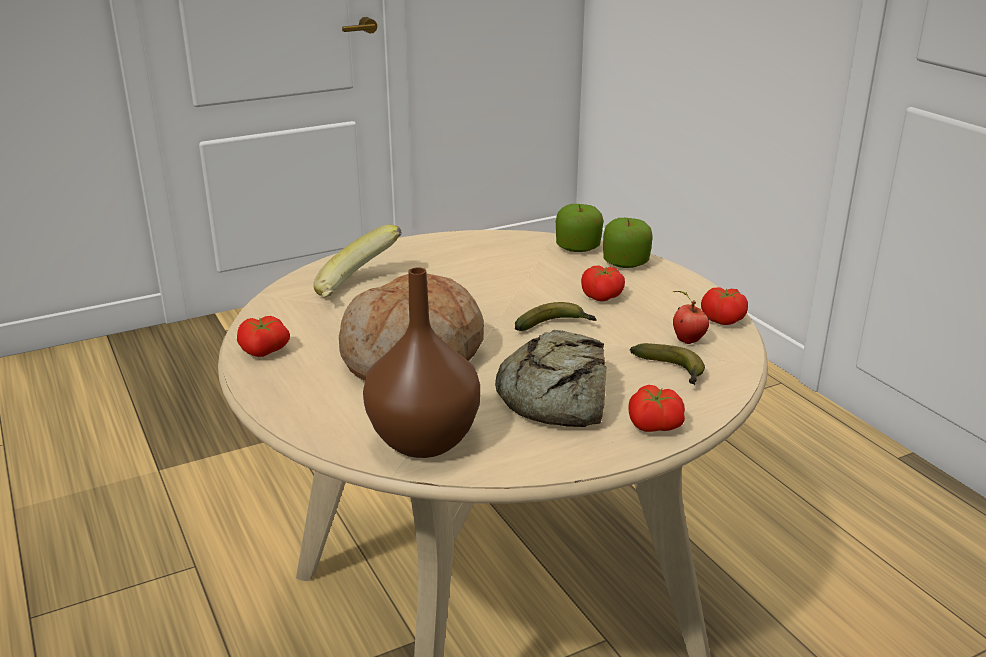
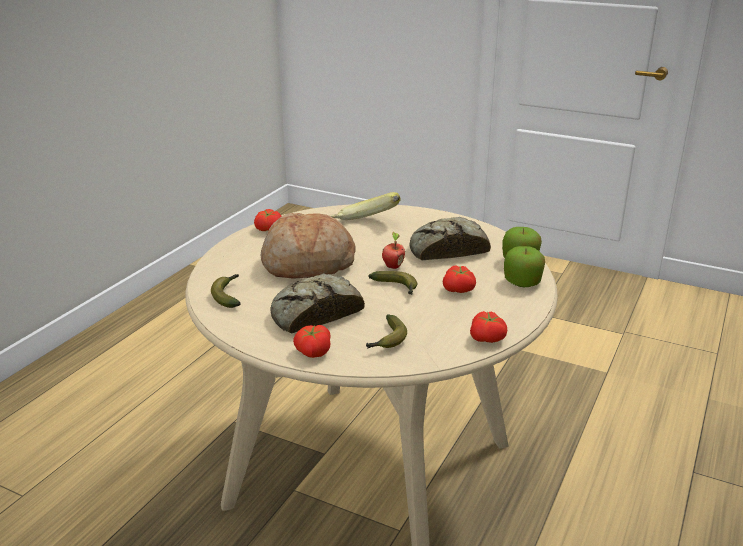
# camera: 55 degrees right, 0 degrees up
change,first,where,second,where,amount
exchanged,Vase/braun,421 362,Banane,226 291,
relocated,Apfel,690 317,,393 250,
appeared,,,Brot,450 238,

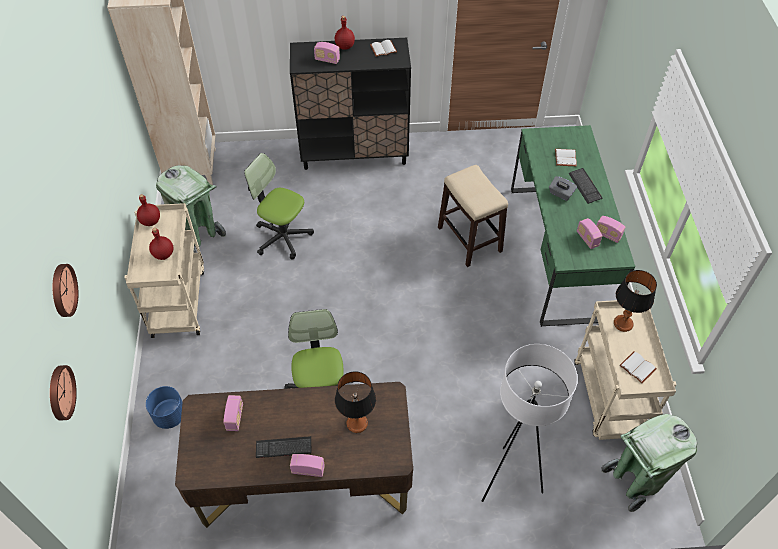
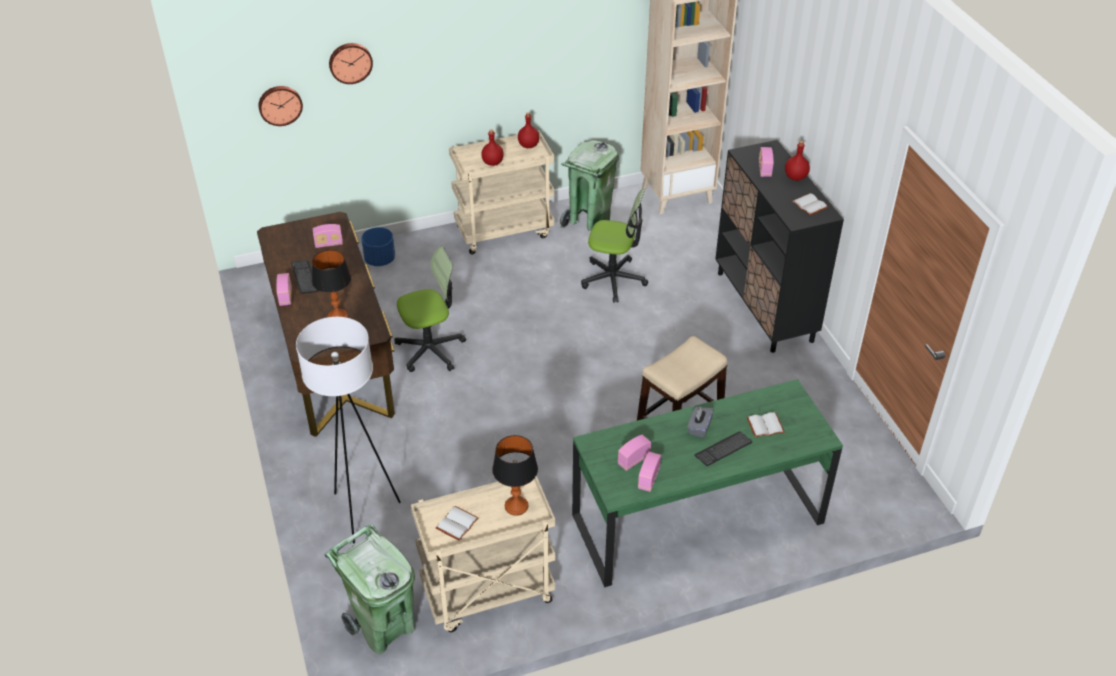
# camera: 75 degrees right, 10 degrees down
change,first,where,second,where,amount
spun,Bürostuhl,279 206,,614 245,90 degrees clockwise

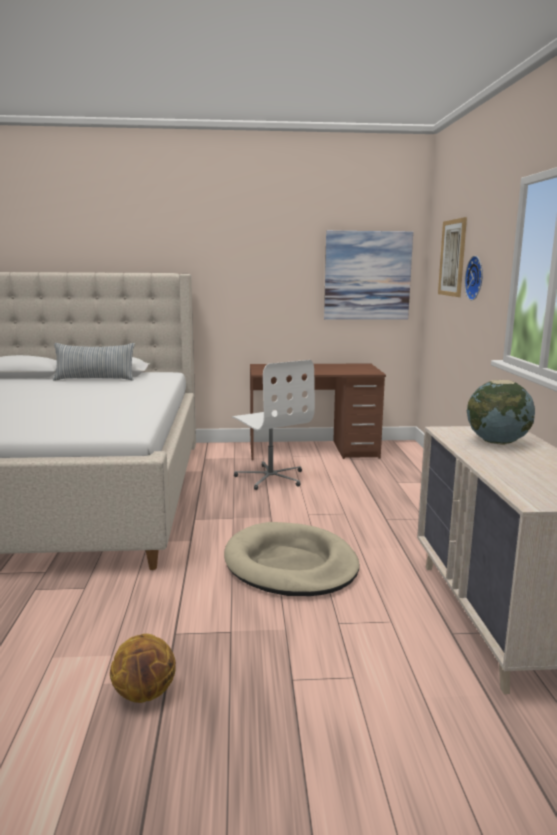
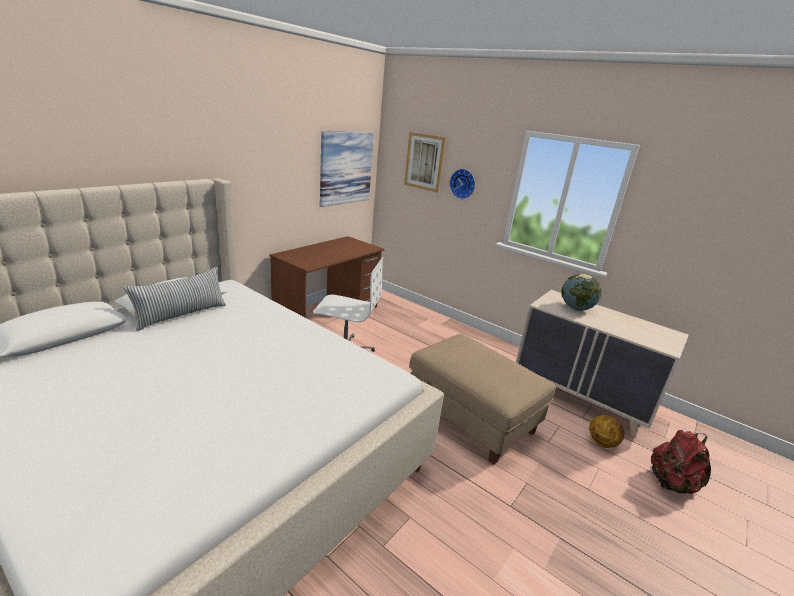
# camera: 50 degrees left, 10 degrees up
change,first,where,second,where,amount
exchanged,Hundebett/beige,291 559,Polsterhocker/beige,482 399,
relocated,Basketball,143 668,,606 431,
appeared,,,Rucksack/rot,681 461,

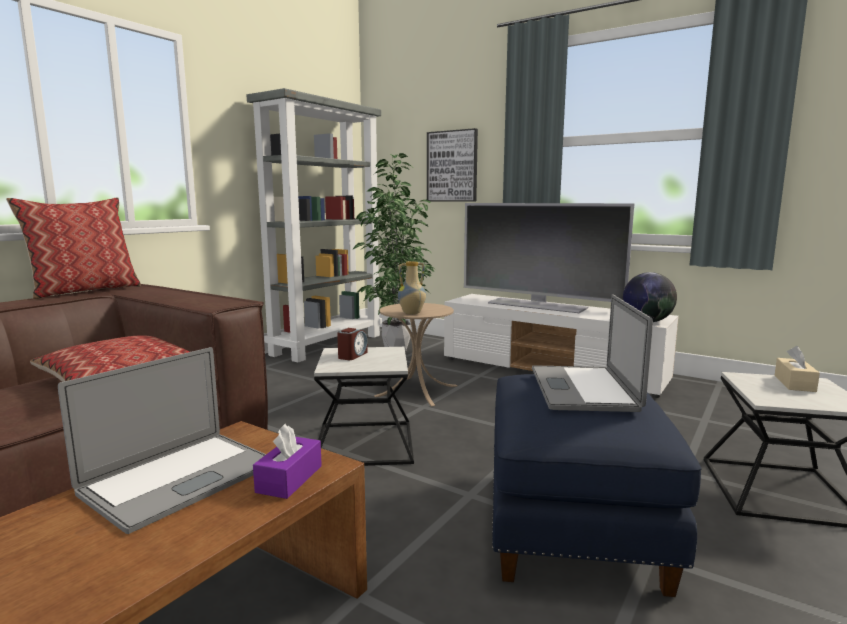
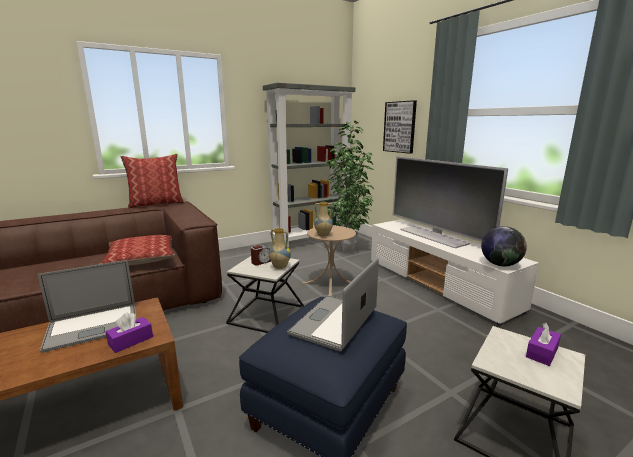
# camera: 25 degrees right, 5 degrees up
change,first,where,second,where,amount
colour,Taschentuchbox/beige,797 369,Taschentuchbox/lila,543 344,
appeared,,,Vase,280 248,

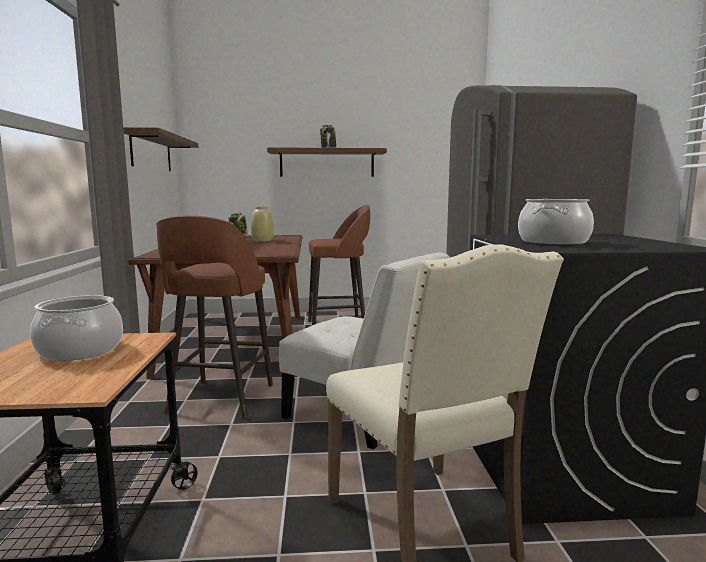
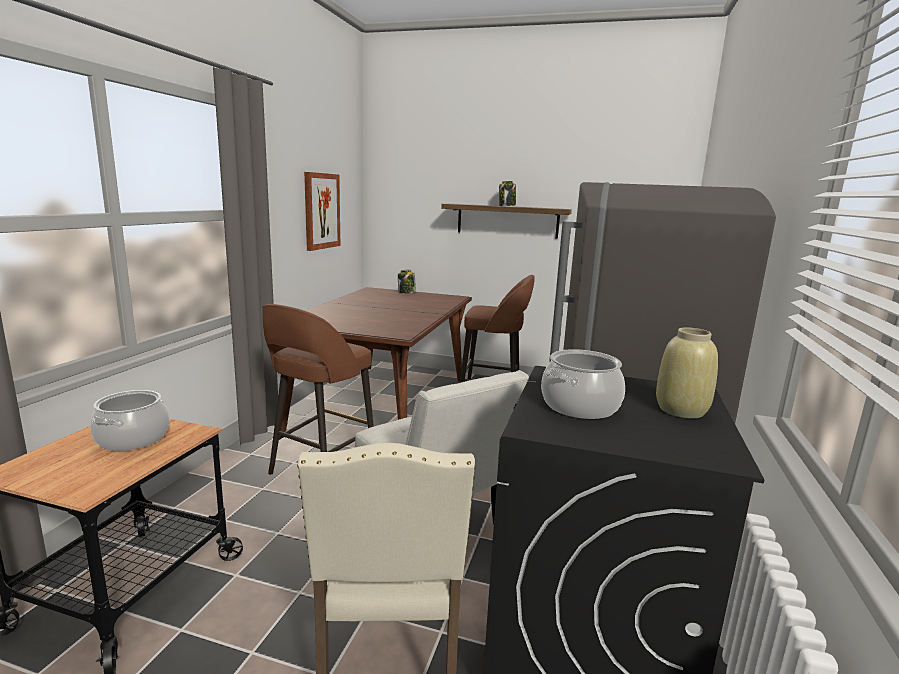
# camera: 20 degrees right, 5 degrees up
change,first,where,second,where,amount
exchanged,Wandregal,160 149,Bild,322 211,
relocated,Vase/beige,262 224,,687 372,

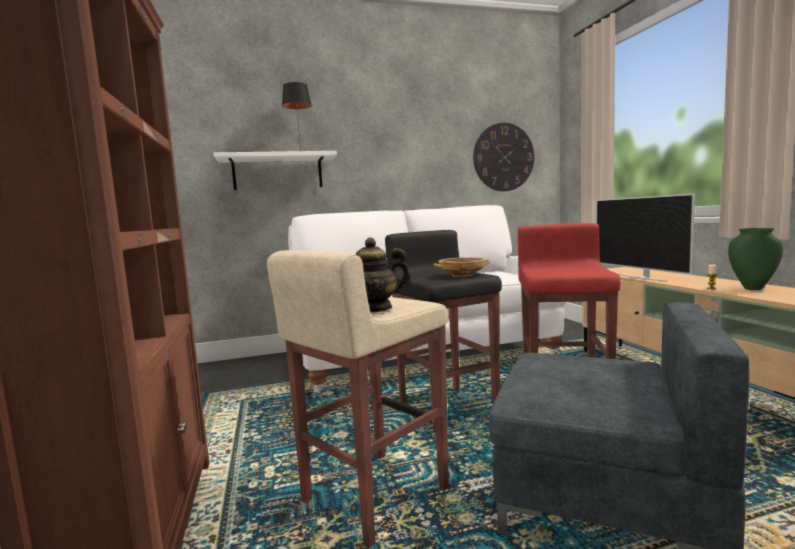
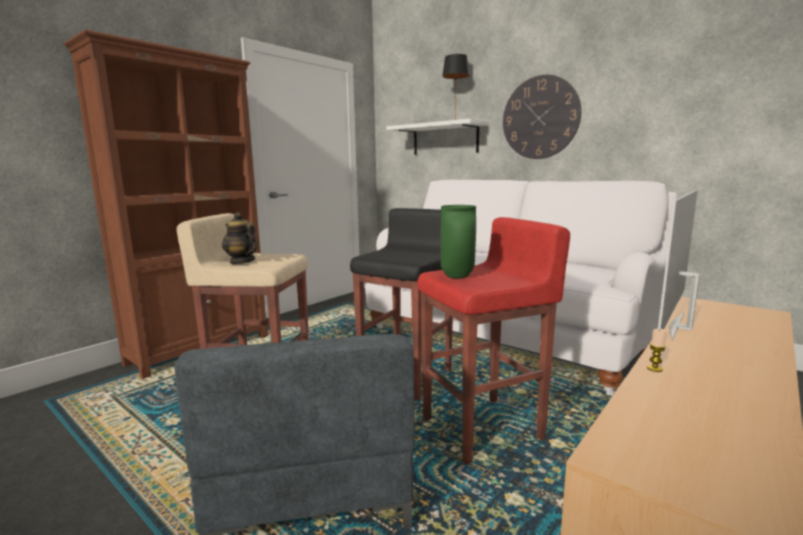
# camera: 55 degrees right, 5 degrees up
change,first,where,second,where,amount
relocated,Wanduhr,503 157,,542 117,
relocated,Vase/grün,755 259,,458 241,
missing,Schüssel/beige,462 267,,,

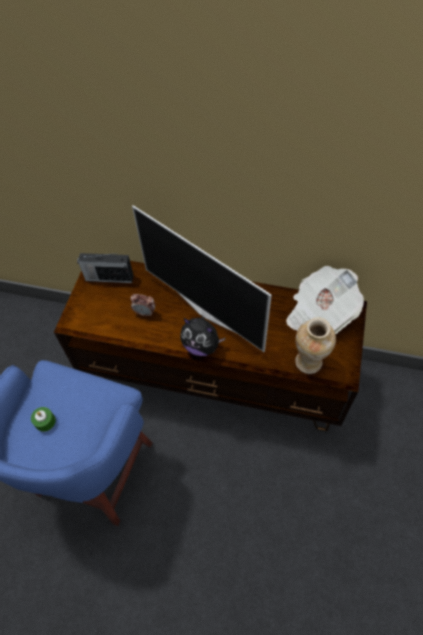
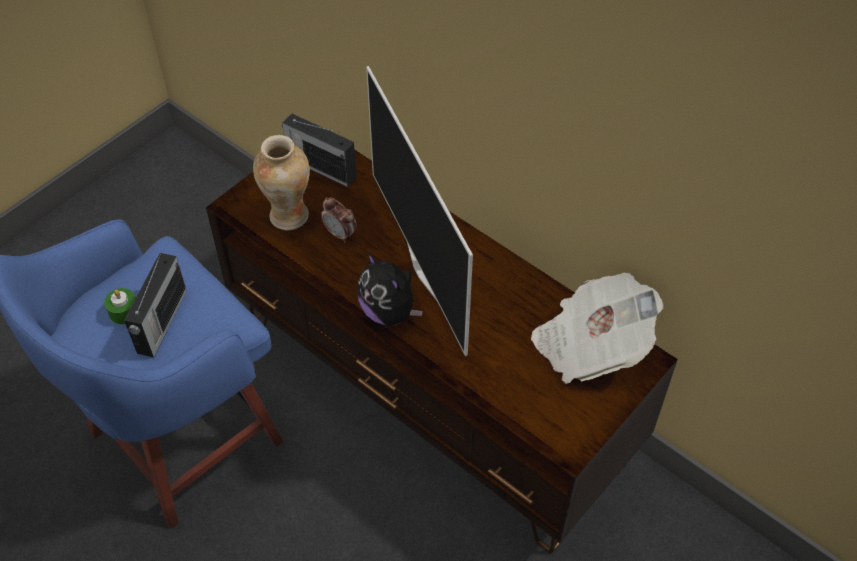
# camera: 25 degrees right, 5 degrees down
change,first,where,second,where,amount
relocated,Vase,315 345,,281 182,
appeared,,,Radio,155 305,

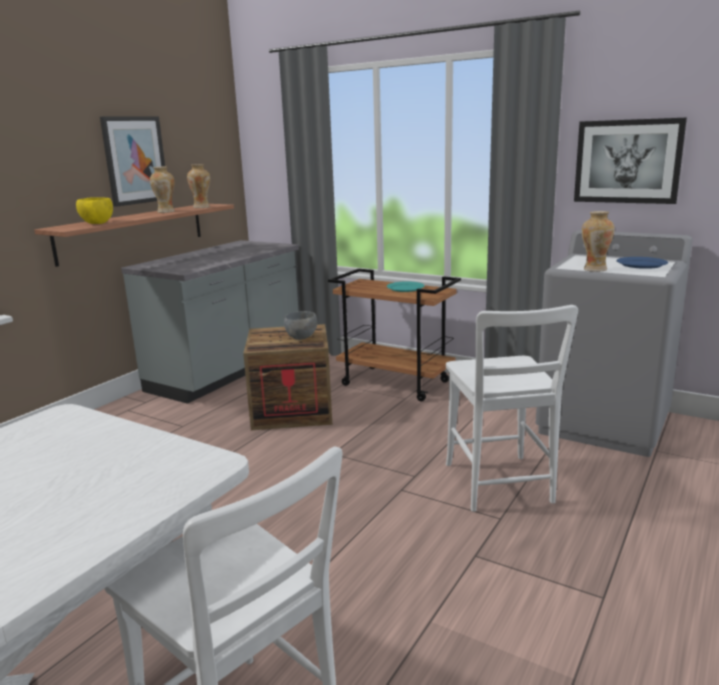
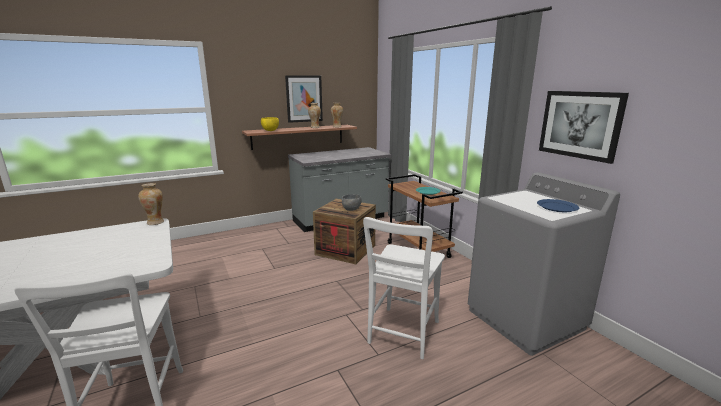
# camera: 30 degrees right, 0 degrees up
change,first,where,second,where,amount
relocated,Vase,598 241,,151 204,

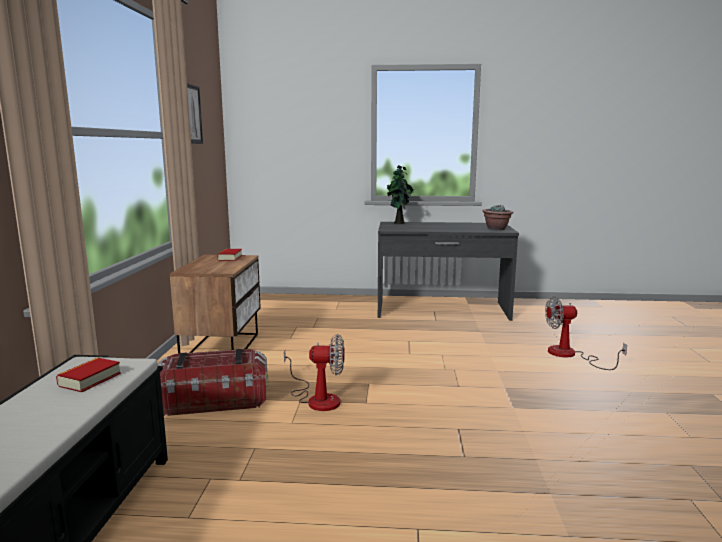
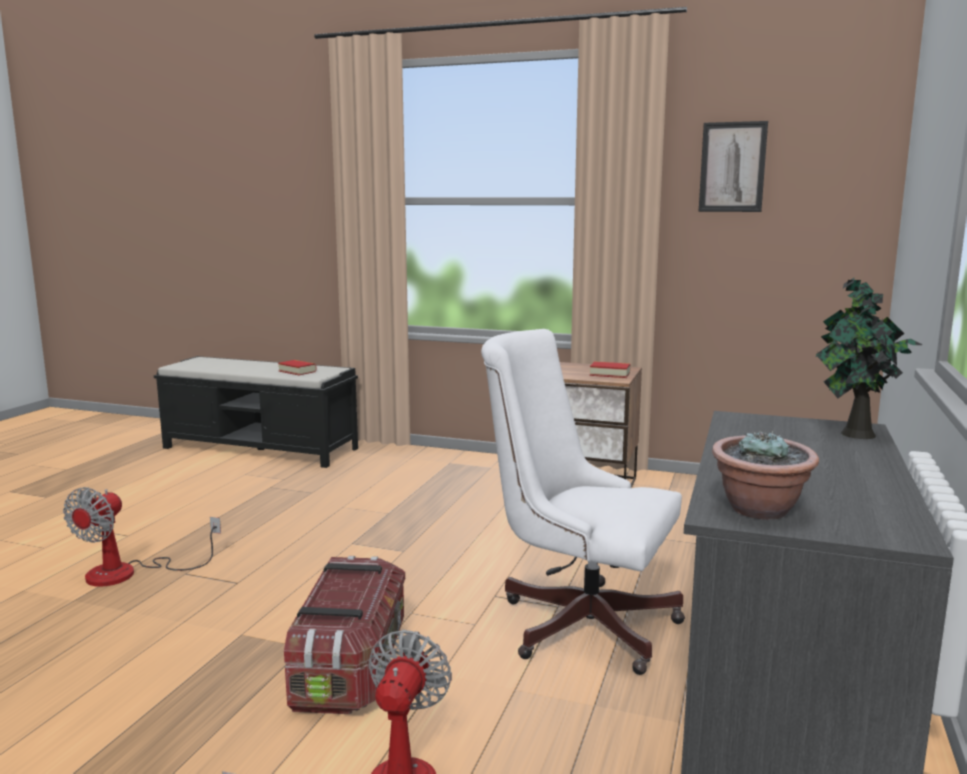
# camera: 105 degrees right, 0 degrees up
change,first,where,second,where,amount
relocated,Ventilator,314 372,,142 537,
relocated,Aufbewahrungsbox,213 382,,344 635,
appeared,,,Bürostuhl/weiß,583 502,

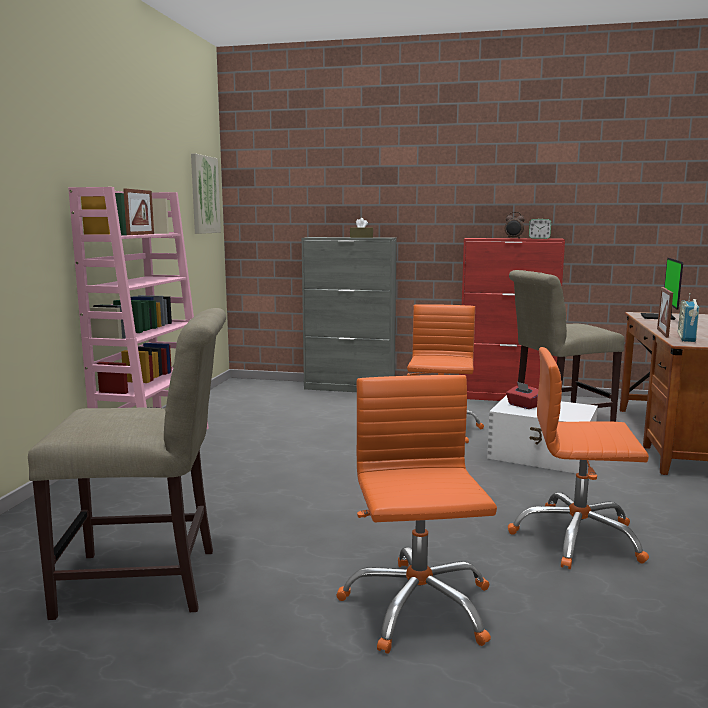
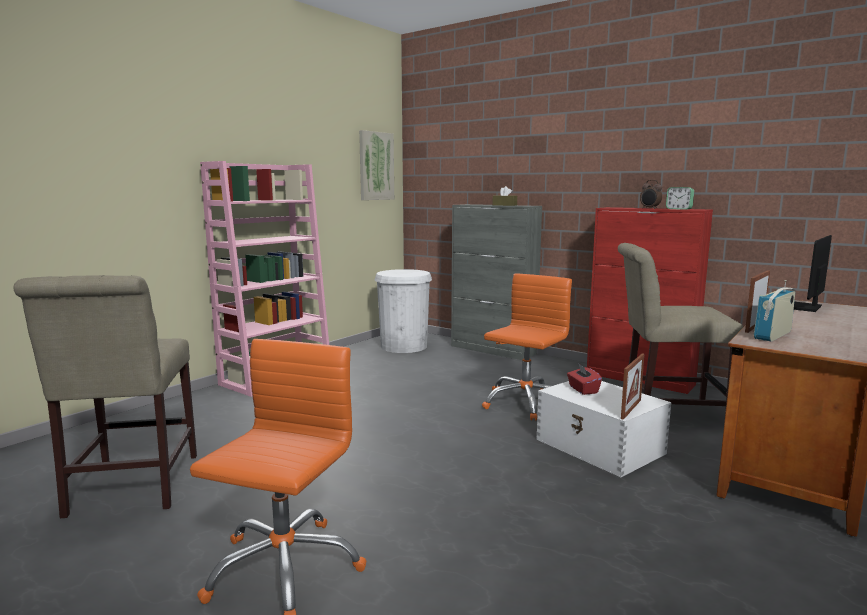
# camera: 25 degrees right, 0 degrees up
change,first,where,second,where,amount
relocated,Bilderrahmen,138 211,,632 387,
spun,Stuhl/beige,127 464,,105 396,60 degrees clockwise
missing,Bürostuhl/orange,578 458,,,
appeared,,,Mülleimer/weiß,403 311,

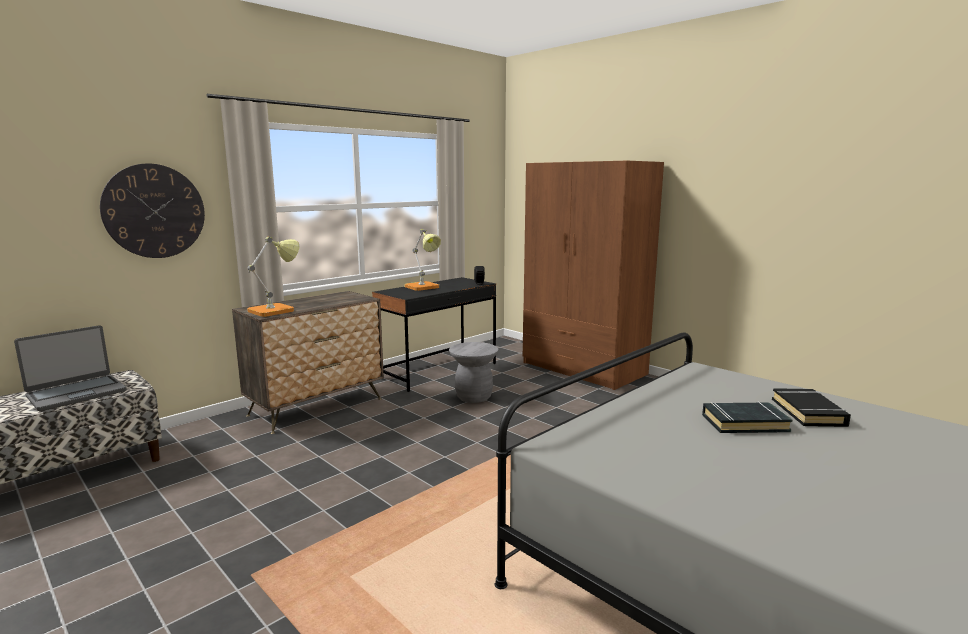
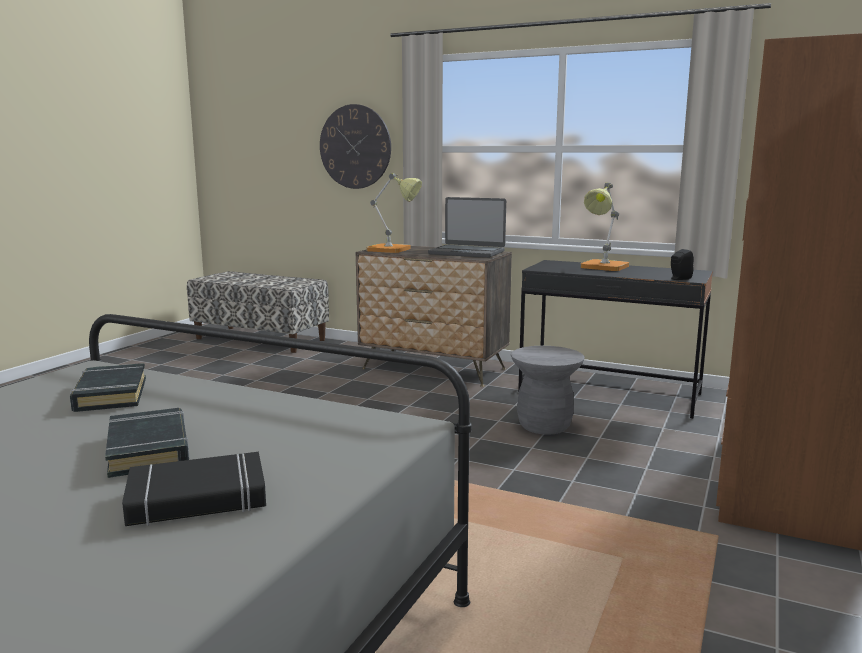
# camera: 70 degrees right, 0 degrees up
change,first,where,second,where,amount
relocated,Laptop,70 368,,467 227,
appeared,,,Buch/schwarz,108 387,

